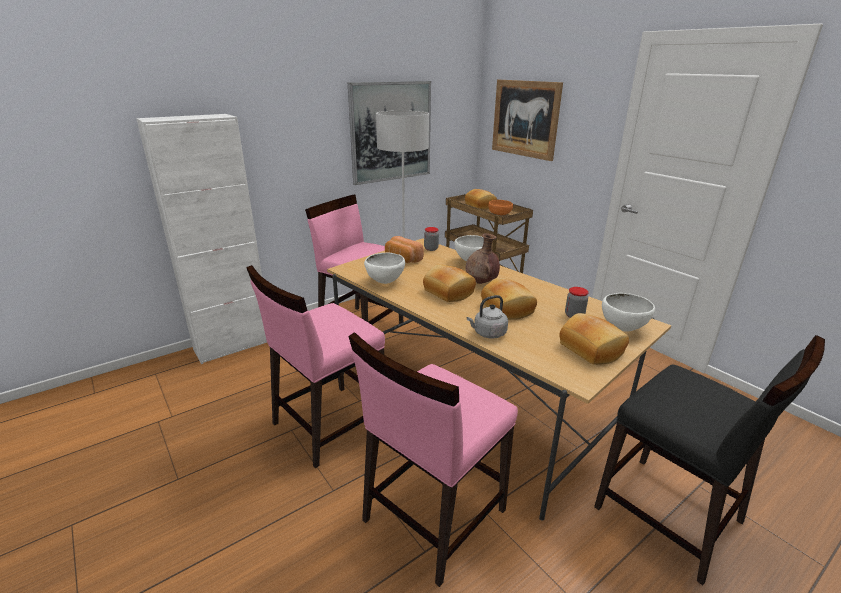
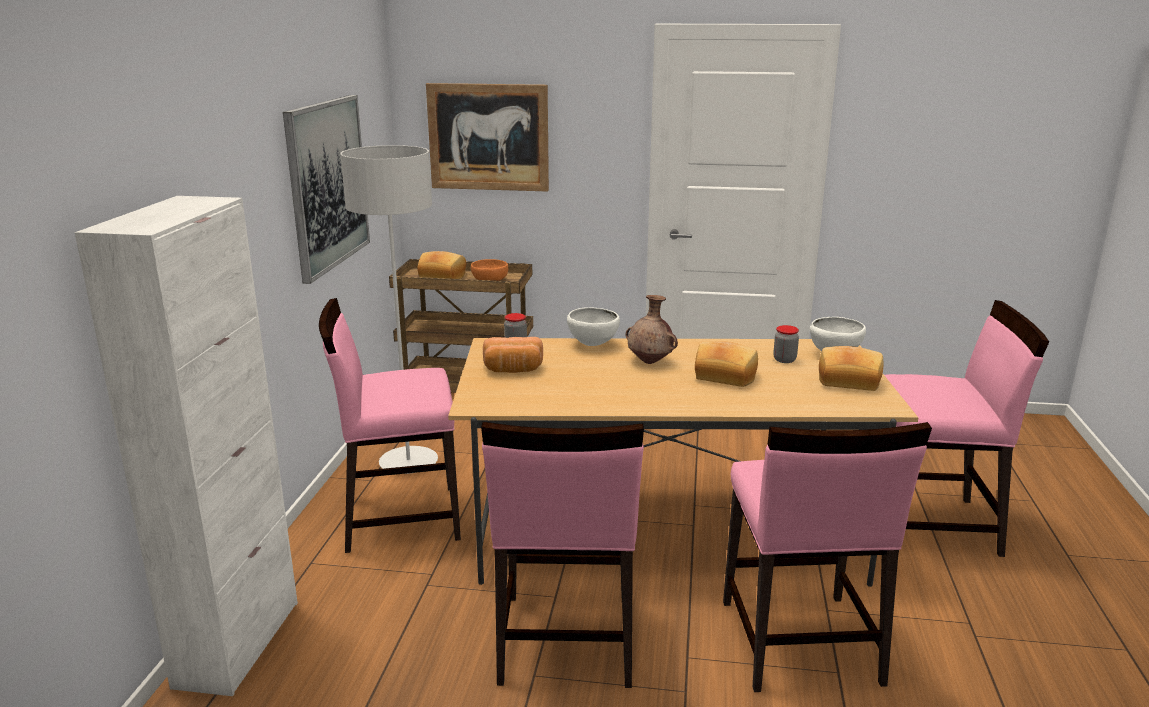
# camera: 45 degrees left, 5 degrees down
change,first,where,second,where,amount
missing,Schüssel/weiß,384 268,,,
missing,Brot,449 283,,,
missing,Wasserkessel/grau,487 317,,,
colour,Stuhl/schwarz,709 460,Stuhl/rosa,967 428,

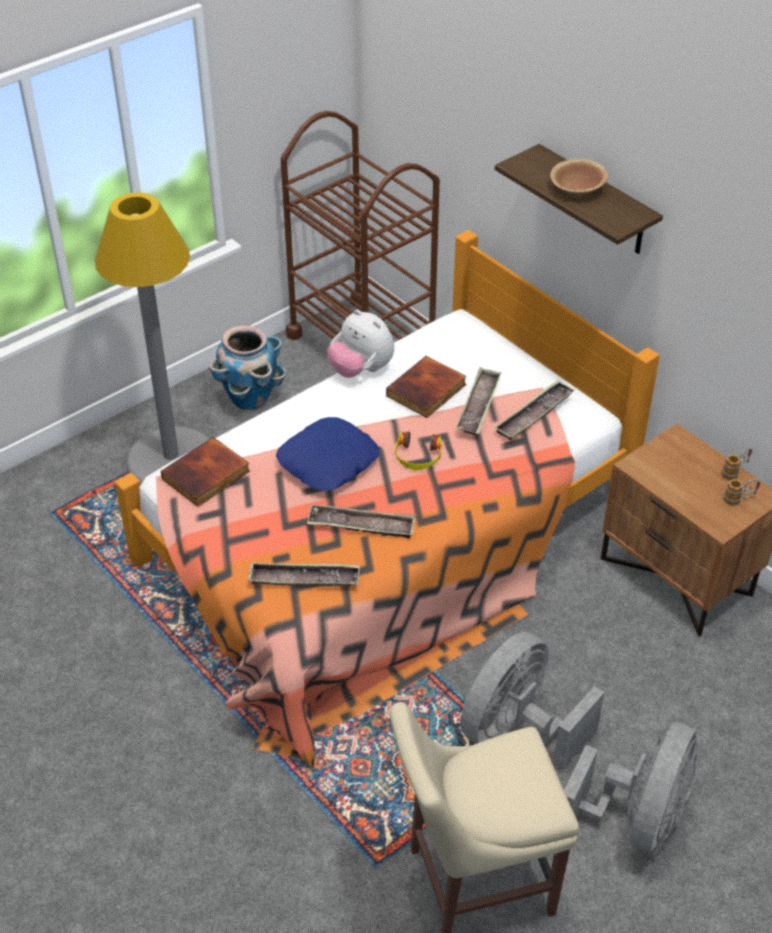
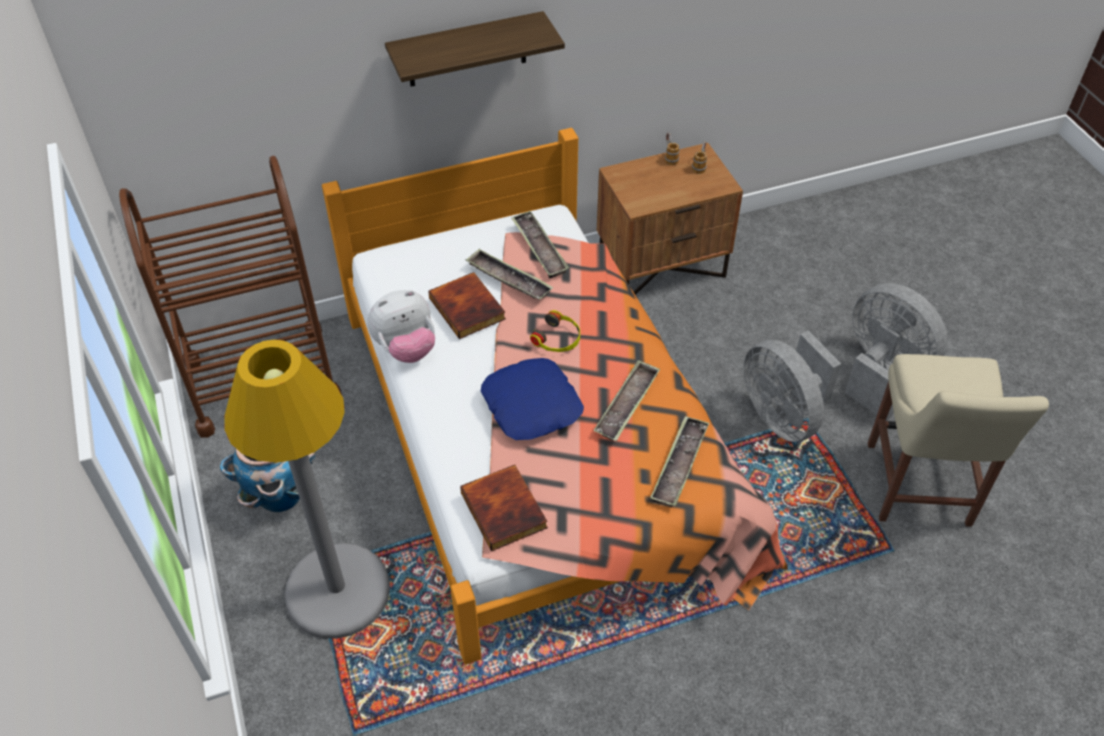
# camera: 70 degrees left, 5 degrees up
change,first,where,second,where,amount
missing,Schüssel/braun,579 177,,,

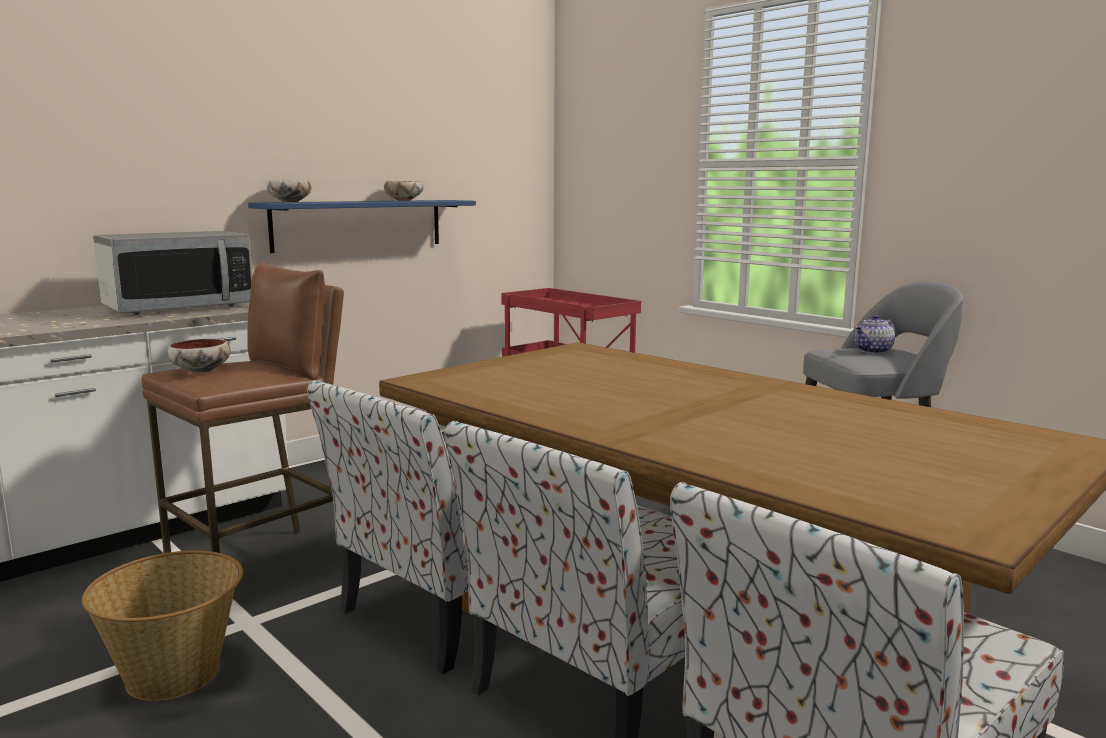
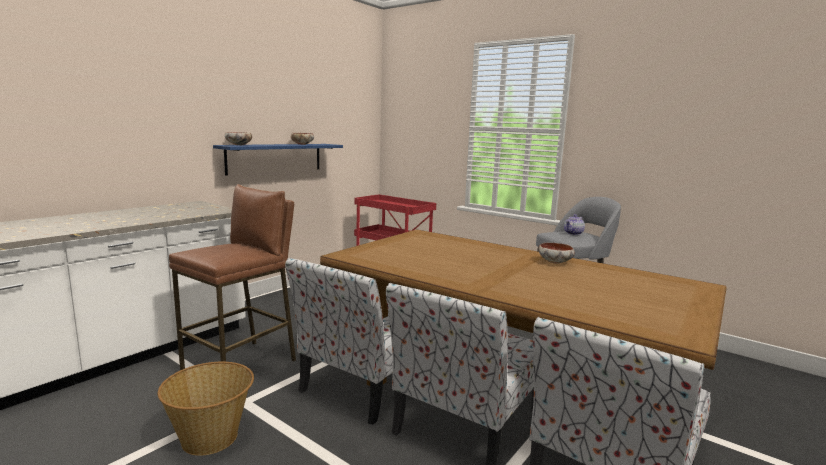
# camera: 10 degrees left, 0 degrees up
change,first,where,second,where,amount
missing,Mikrowelle,173 273,,,
relocated,Schüssel,198 356,,556 253,

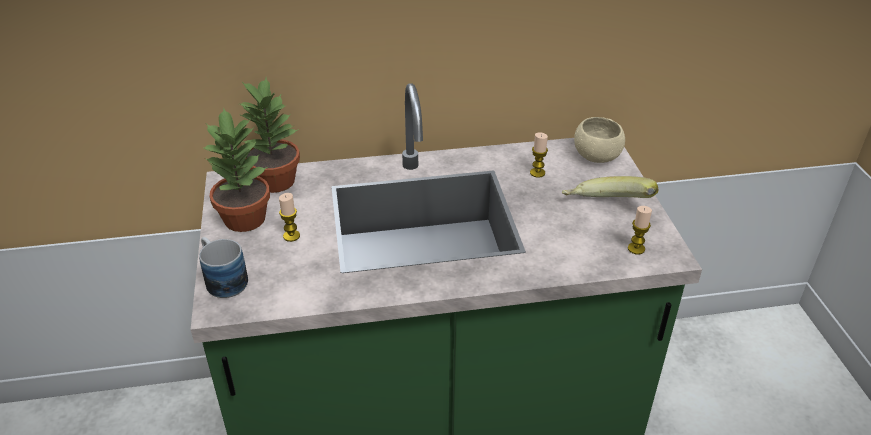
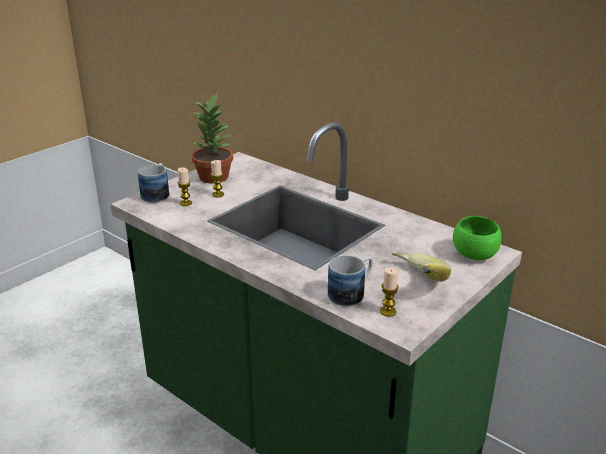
# camera: 50 degrees right, 10 degrees down
change,first,where,second,where,amount
missing,Topfpflanze,269 135,,,
colour,Schüssel/beige,599 140,Schüssel/grün,477 238,
relocated,Kerze,539 155,,184 186,
appeared,,,Henkelbecher,350 280,

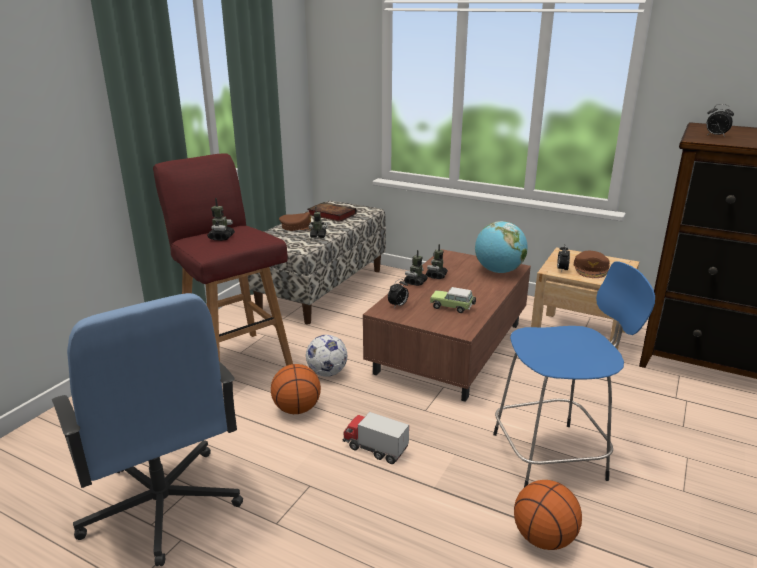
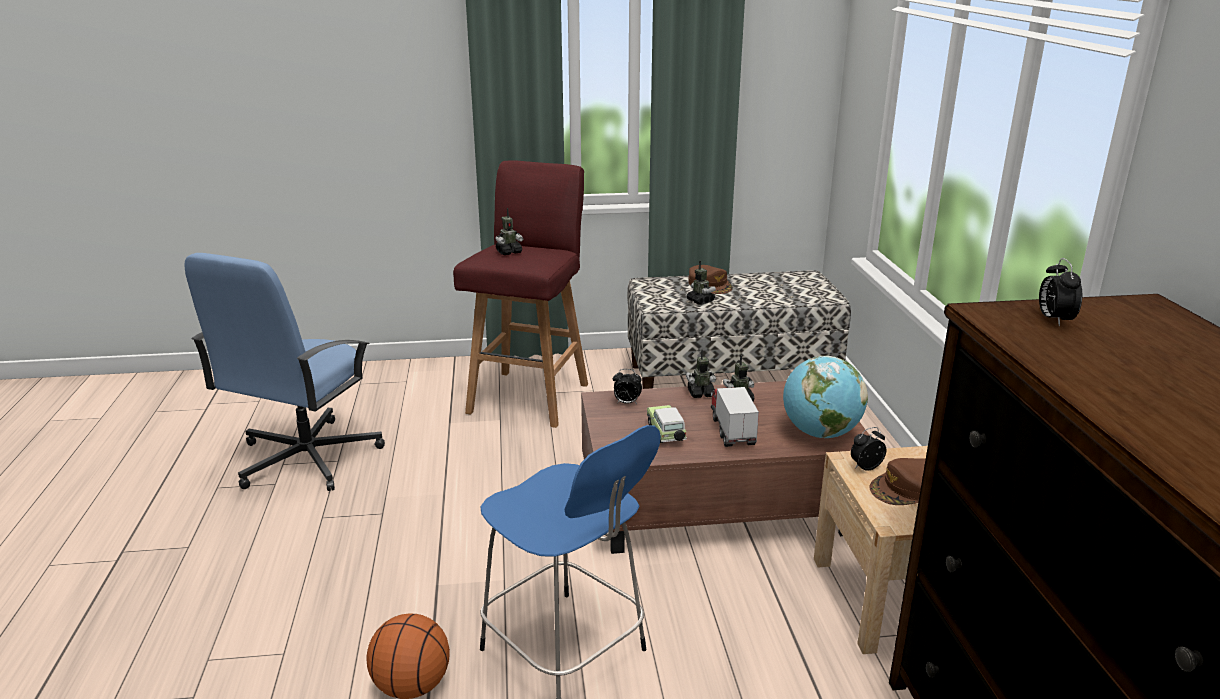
# camera: 55 degrees right, 0 degrees up
change,first,where,second,where,amount
missing,Buch,332 212,,,
missing,Fußball,326 356,,,
missing,Basketball,296 389,,,
relocated,Spielzeuglaster,376 438,,735 417,

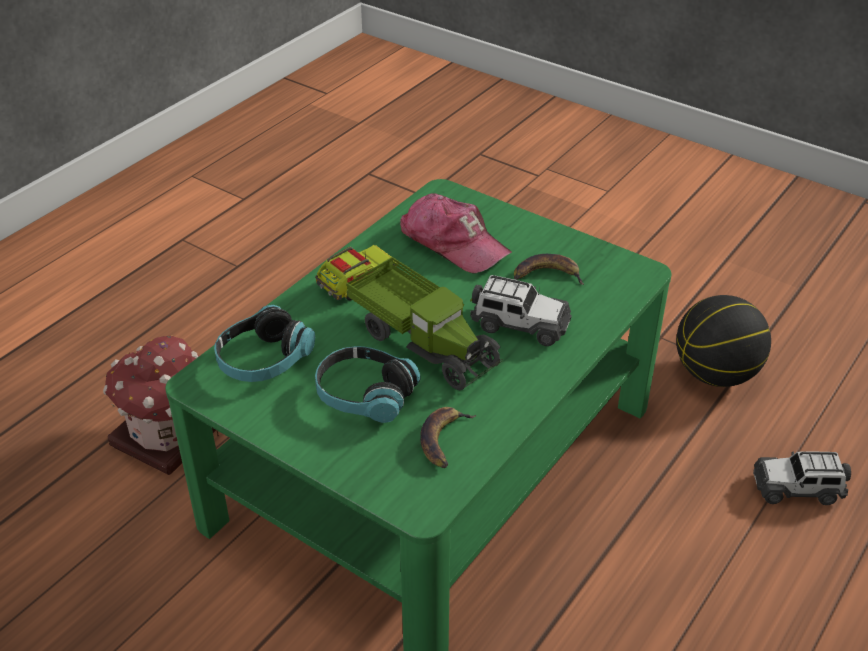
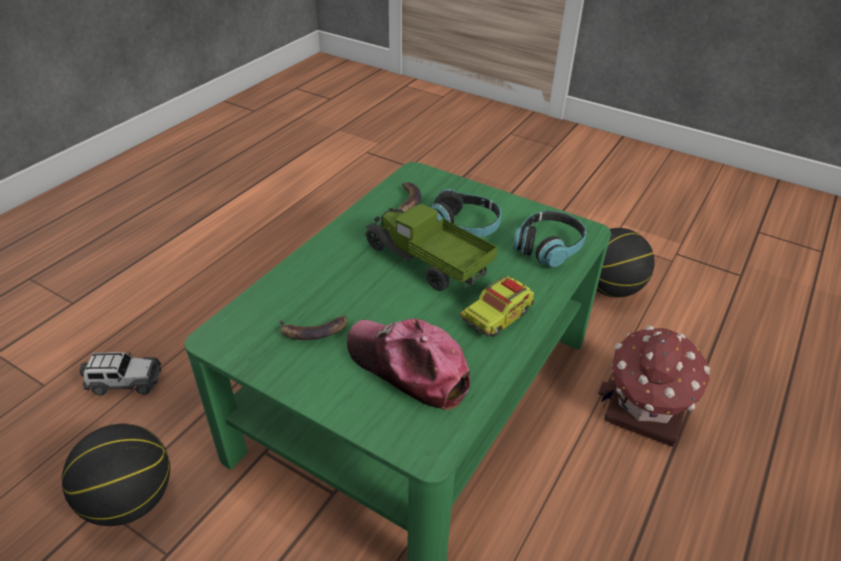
# camera: 175 degrees right, 0 degrees up
change,first,where,second,where,amount
missing,Spielzeugauto,521 310,,,
appeared,,,Basketball,625 263,

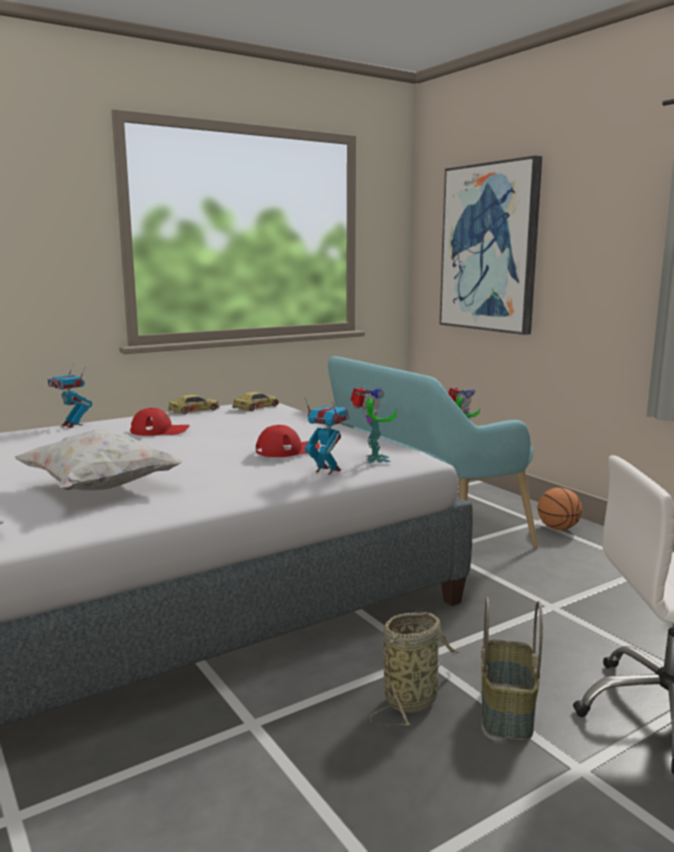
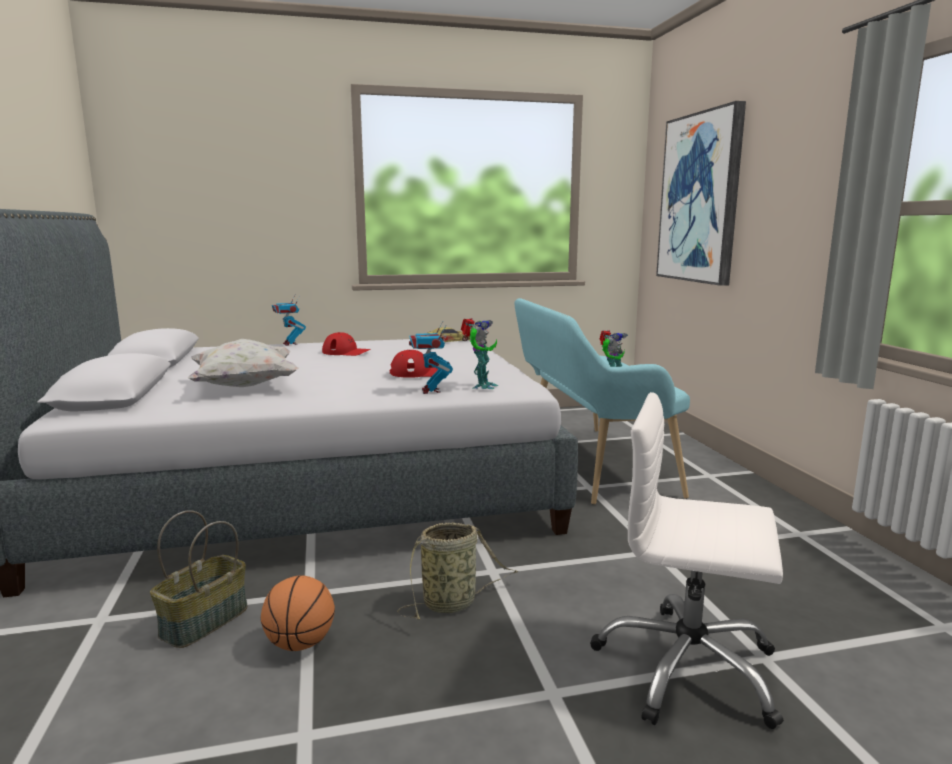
# camera: 20 degrees right, 0 degrees up
change,first,where,second,where,amount
missing,Spielzeugauto,194 404,,,
spun,Spielzeugroboter,327 436,,431 357,150 degrees counterclockwise
relocated,Basketball,560 508,,298 613,
relocated,Korb,512 668,,198 579,

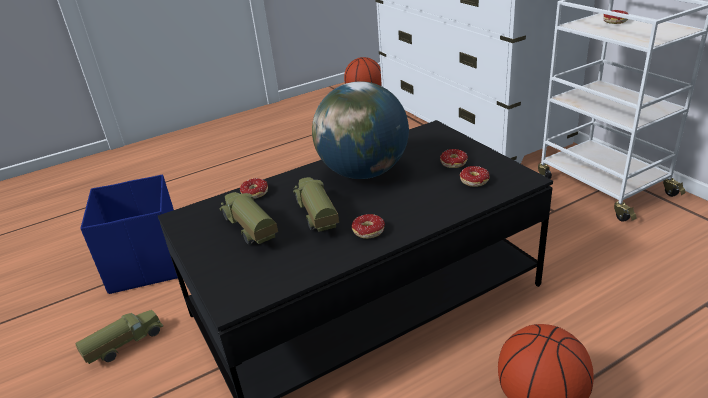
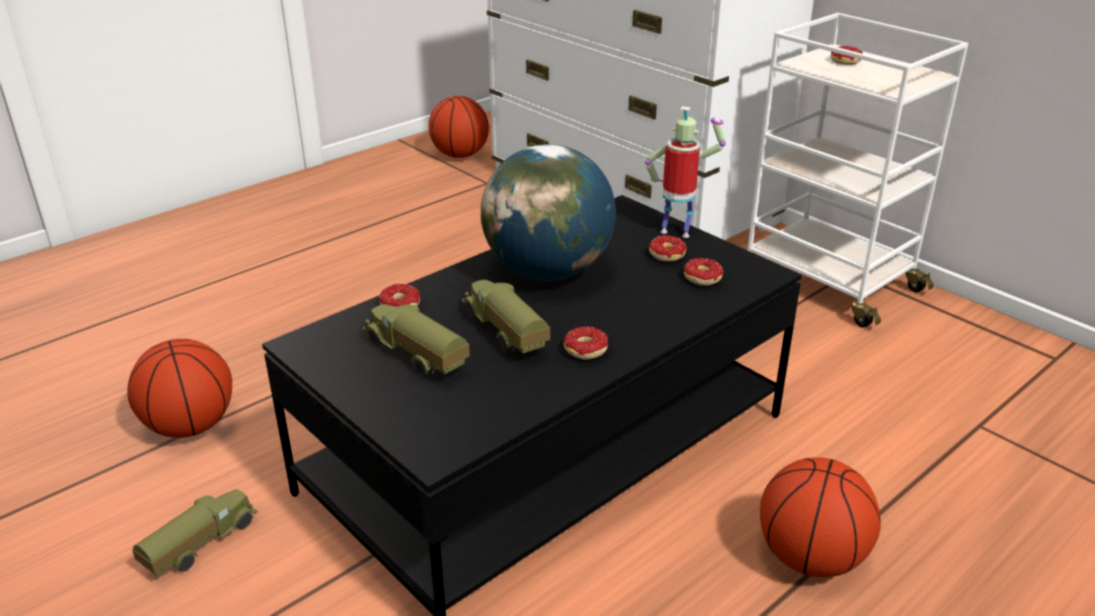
# camera: 15 degrees left, 0 degrees up
change,first,where,second,where,amount
exchanged,Aufbewahrungsbox/blau,129 234,Basketball,179 388,
appeared,,,Spielzeugroboter,685 172,

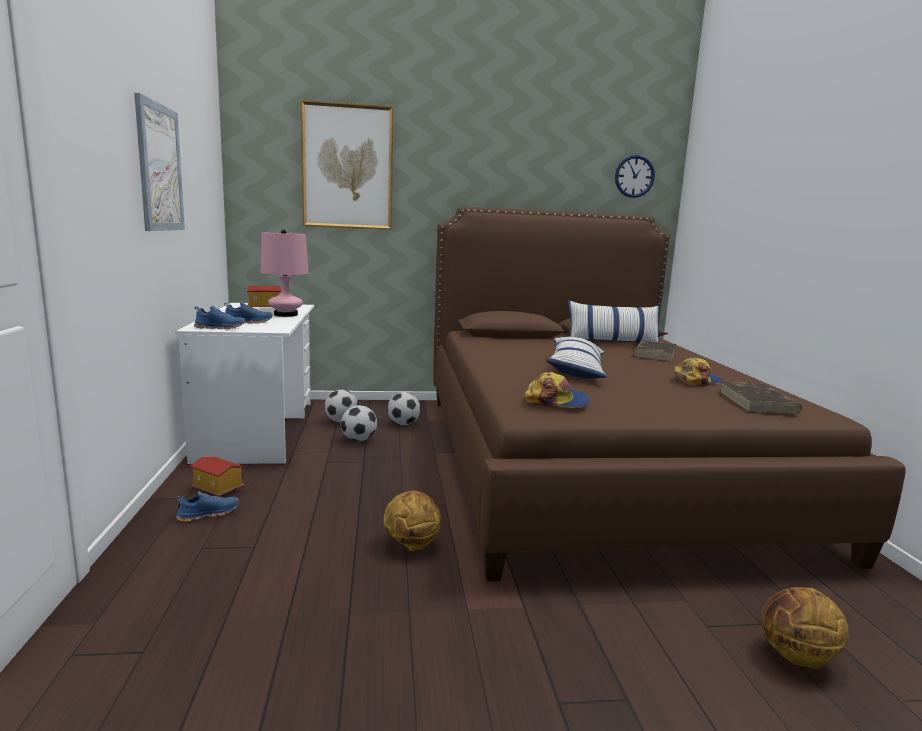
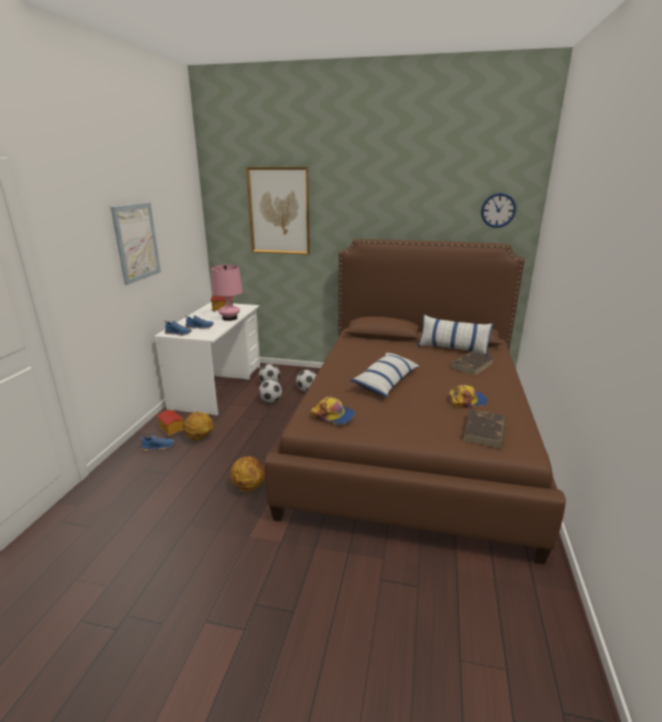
# camera: 20 degrees right, 10 degrees up
change,first,where,second,where,amount
relocated,Basketball,805 628,,198 426,

